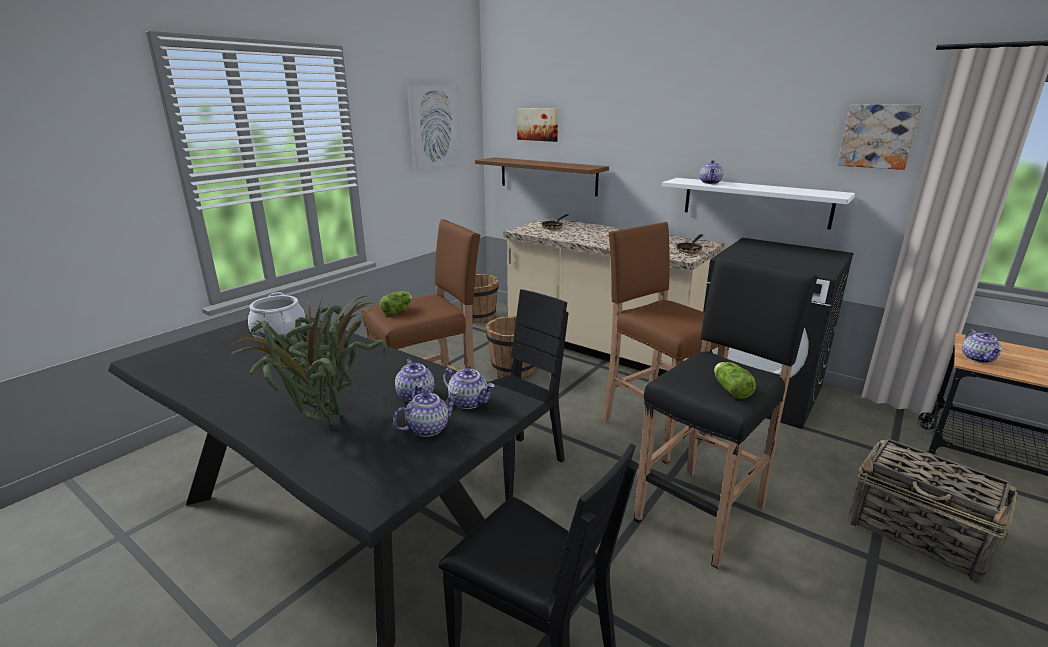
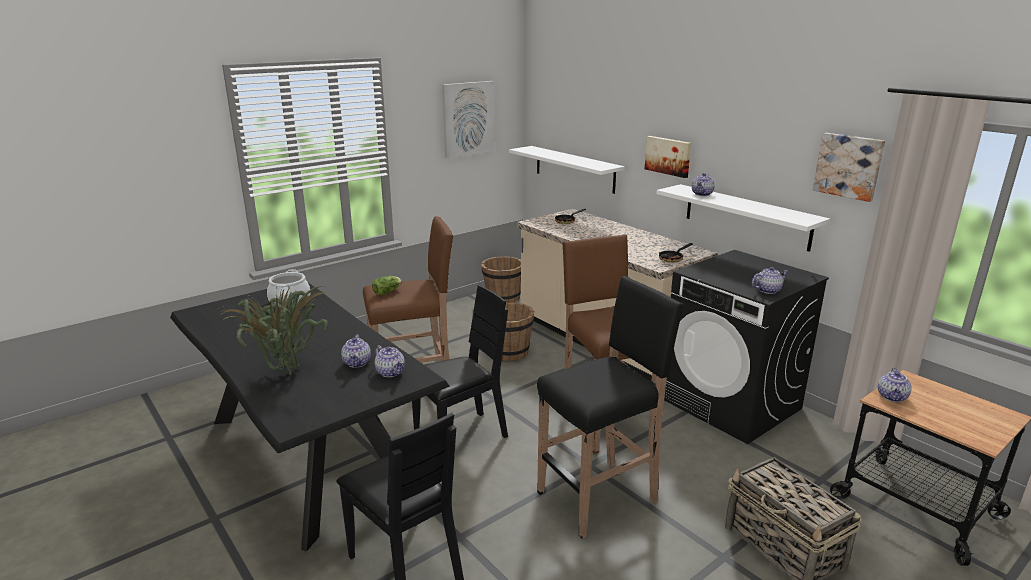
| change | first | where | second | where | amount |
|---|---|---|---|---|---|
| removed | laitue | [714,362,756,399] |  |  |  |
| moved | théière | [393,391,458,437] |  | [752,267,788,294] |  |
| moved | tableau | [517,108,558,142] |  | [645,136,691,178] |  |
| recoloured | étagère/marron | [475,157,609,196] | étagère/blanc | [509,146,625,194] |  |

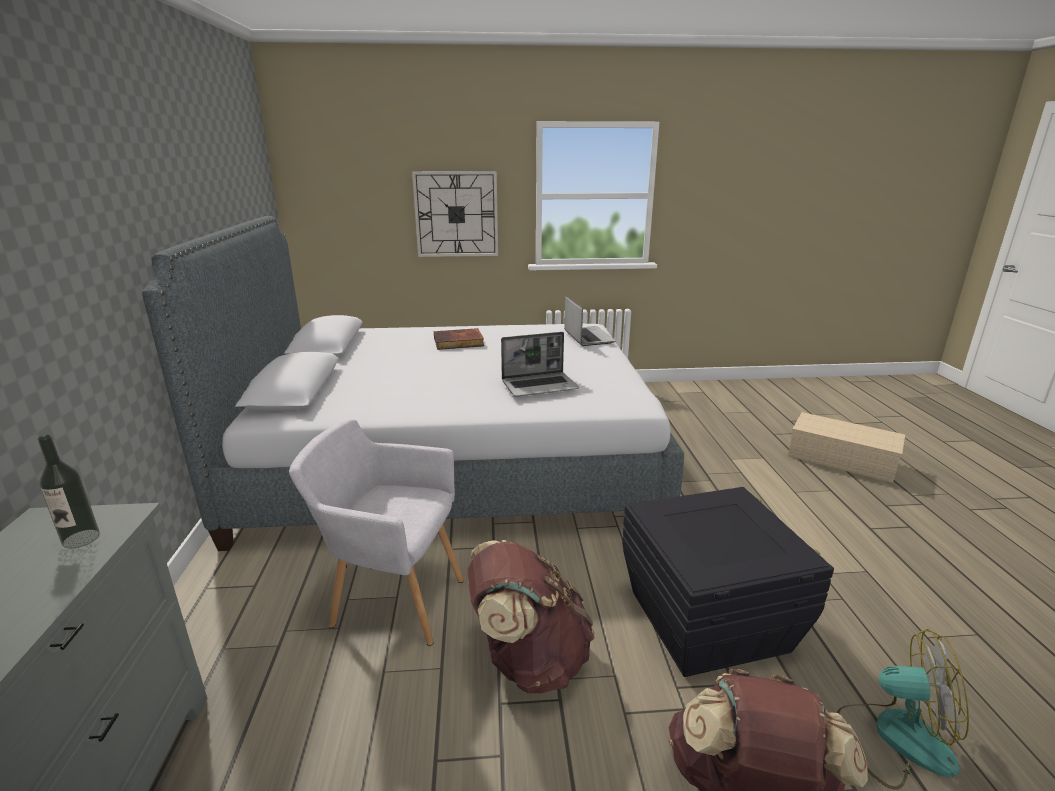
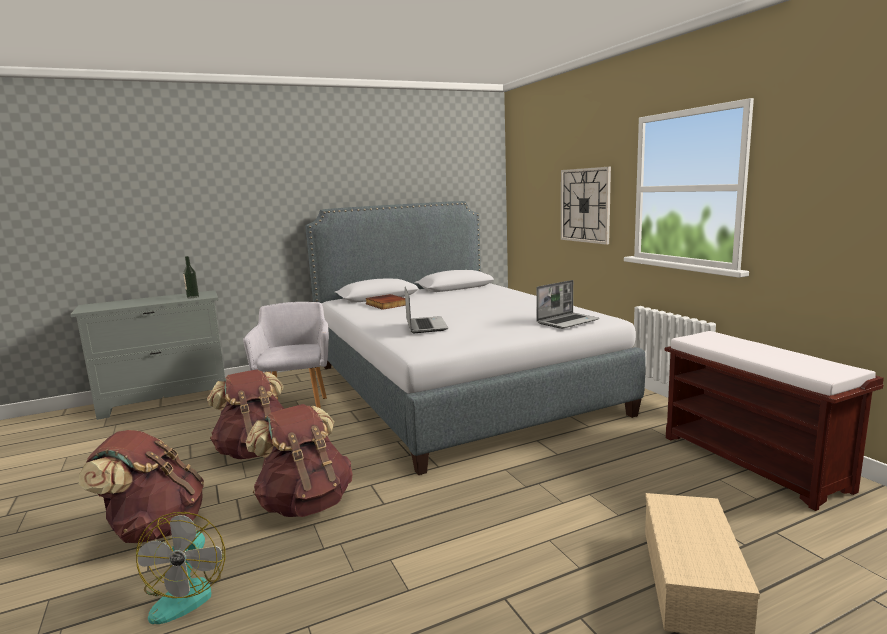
| change | first | where | second | where | amount |
|---|---|---|---|---|---|
| added |  |  | banc/marron | [665,331,884,511] |  |
| moved | livre | [434,328,484,350] |  | [365,294,406,310] |  |
| replaced | boîte de rangement/noir | [622,487,834,677] | sac à dos/marron | [245,404,353,517] |  |
| turned | ordinateur portable | [501,332,579,396] |  | [405,287,448,333] | 150 degrees counterclockwise |

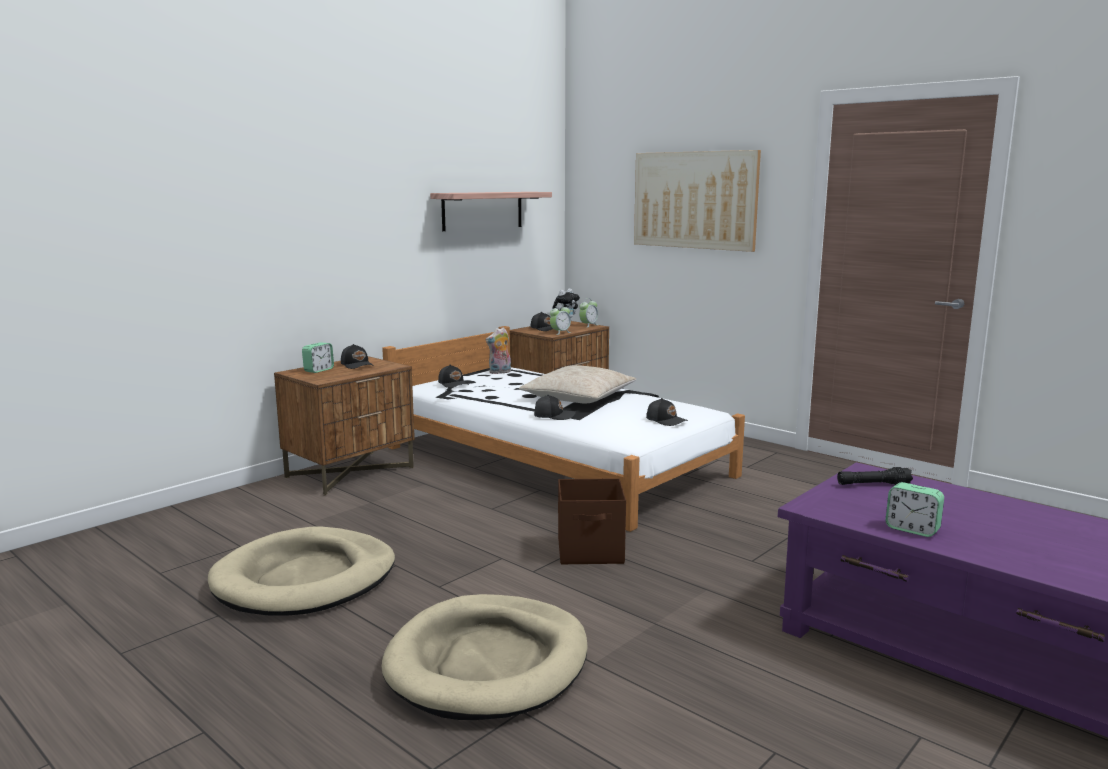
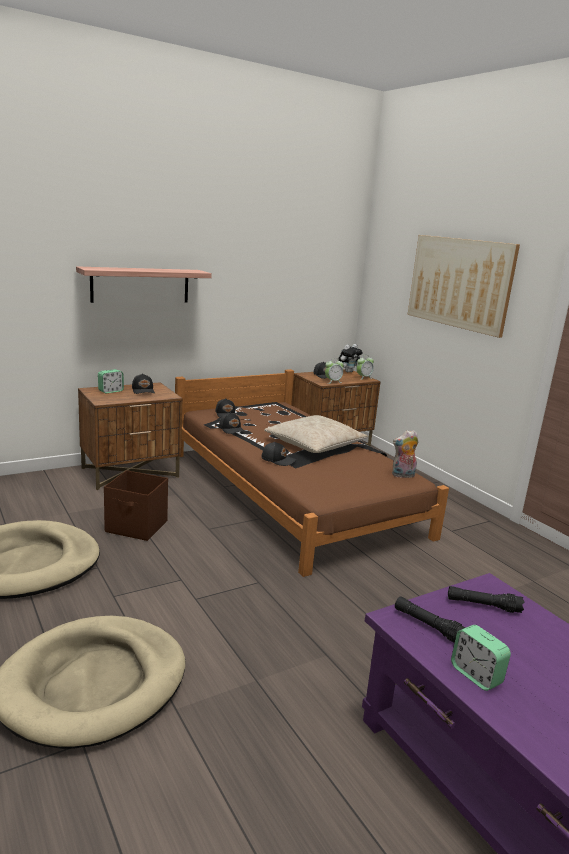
| change | first | where | second | where | amount |
|---|---|---|---|---|---|
| added |  |  | lampe de poche/noir | [395,596,465,643] |  |
| moved | étagère | [430,192,552,231] |  | [76,266,212,303] |  |
| moved | peluche | [486,328,511,374] |  | [392,430,418,478] |  |
| moved | boîte de rangement/marron | [558,478,626,564] |  | [104,470,168,541] |  |
| moved | casquette/noir | [646,398,688,426] |  | [219,412,245,434] |  |
| recoloured | lit/blanc | [382,326,745,532] | lit/marron | [175,369,449,577] |  |

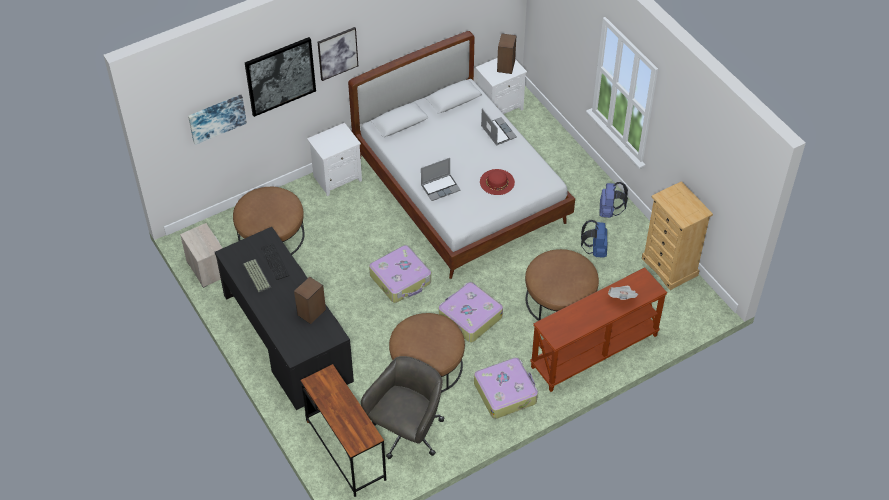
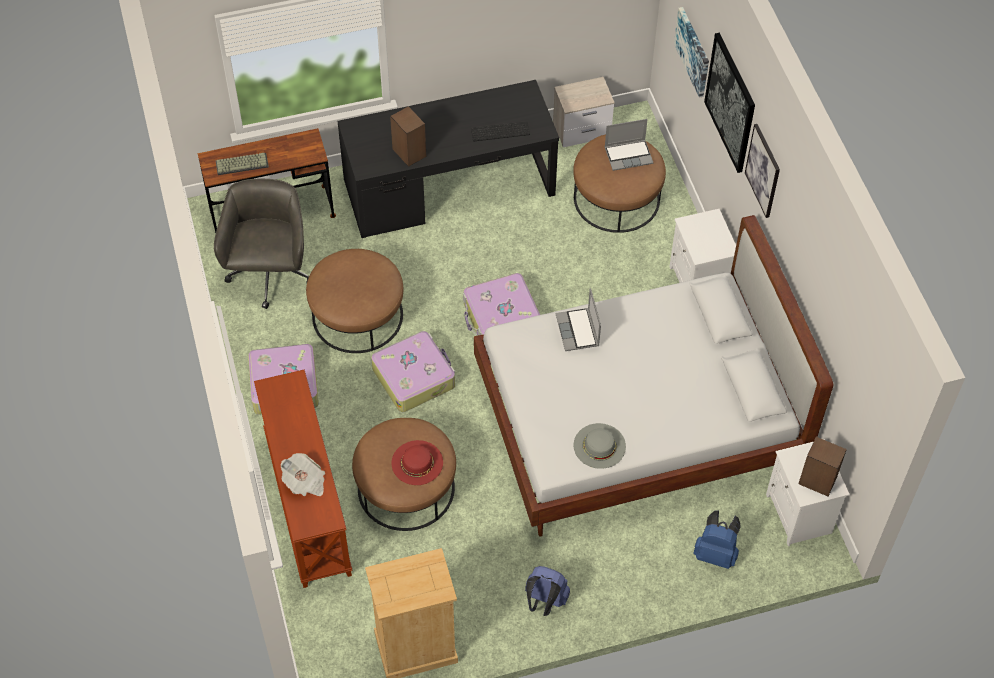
| change | first | where | second | where | amount |
|---|---|---|---|---|---|
| added |  |  | chapeau/gris | [574,423,626,469] |  |
| moved | clavier | [243,259,271,293] |  | [216,153,269,175] |  |
| moved | chapeau/rouge | [480,169,515,195] |  | [392,440,443,485] |  |
| moved | ordinateur portable | [481,109,517,146] |  | [605,119,653,171] |  |
| moved | sac à dos/bleu | [581,220,607,258] |  | [694,510,741,569] |  |
| turned | chaise de bureau/gris | [361,356,444,459] |  | [214,179,309,309] | 135 degrees counterclockwise |

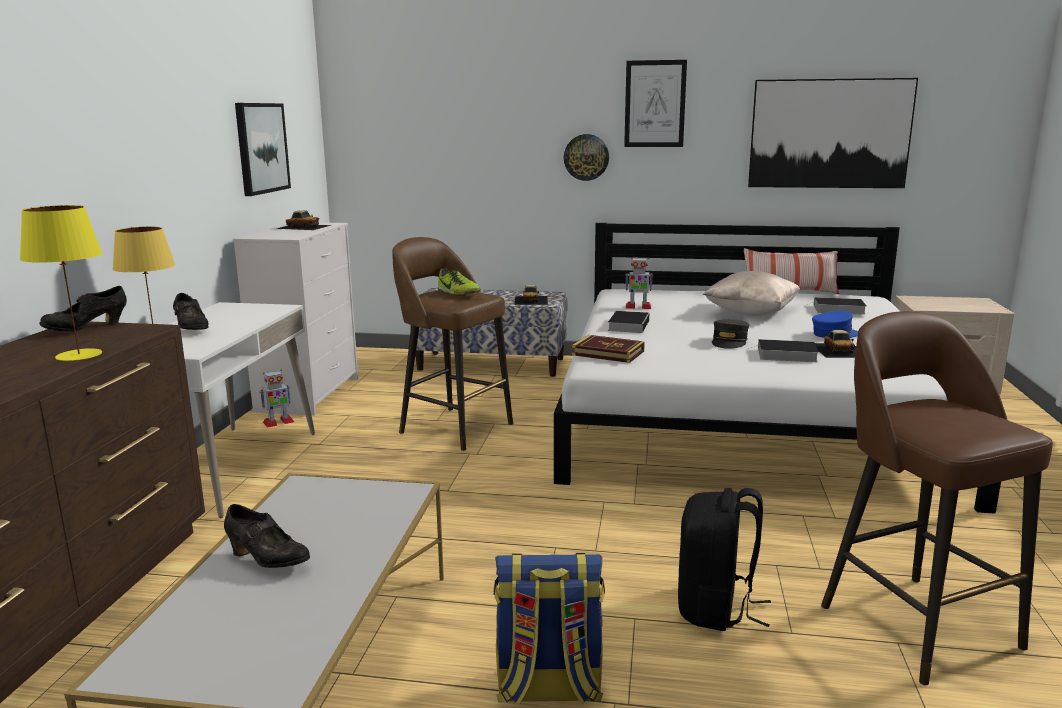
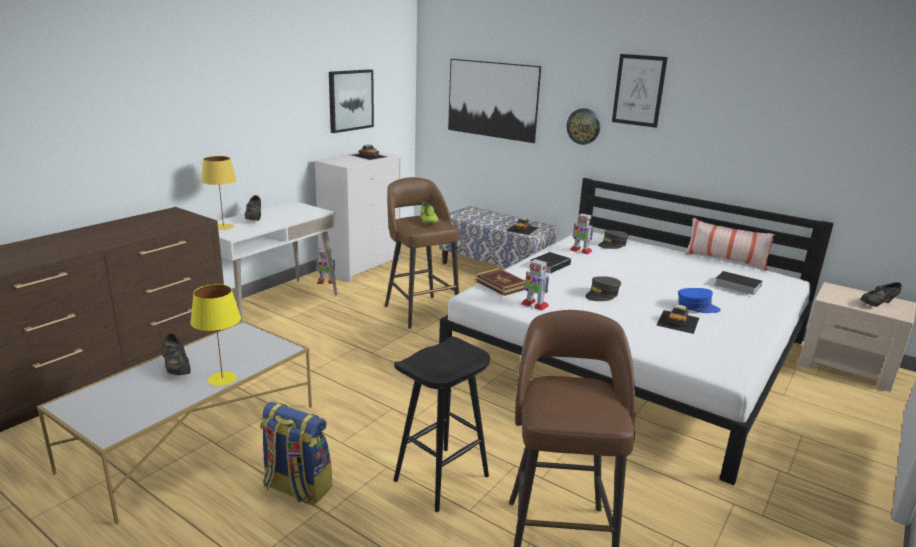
| change | first | where | second | where | amount |
|---|---|---|---|---|---|
| removed | coussin/beige | [703,271,800,316] |  |  |  |
| removed | livre | [747,339,819,362] |  |  |  |
| added |  |  | robot jouet | [521,258,549,311] |  |
| added |  |  | casquette/gris | [598,230,629,249] |  |
| moved | lampe de table/jaune | [20,205,102,361] |  | [190,284,241,386] |  |
| moved | chaussure/noir | [40,286,127,332] |  | [860,282,902,307] |  |
| moved | tableau | [748,78,918,188] |  | [448,59,541,143] |  |
| replaced | sac à dos/noir | [678,488,771,631] | tabouret/noir | [394,336,490,512] |  |

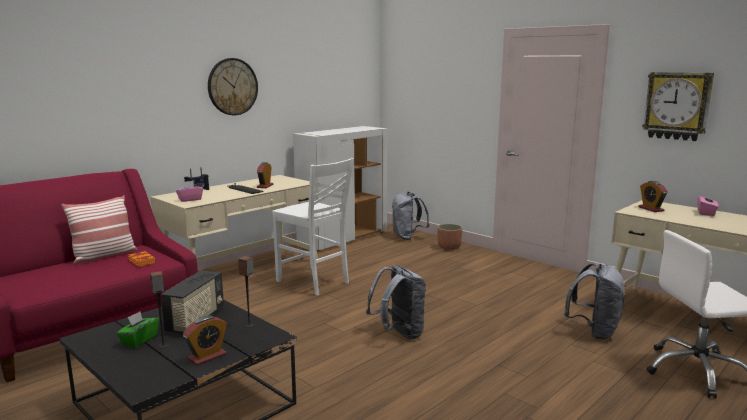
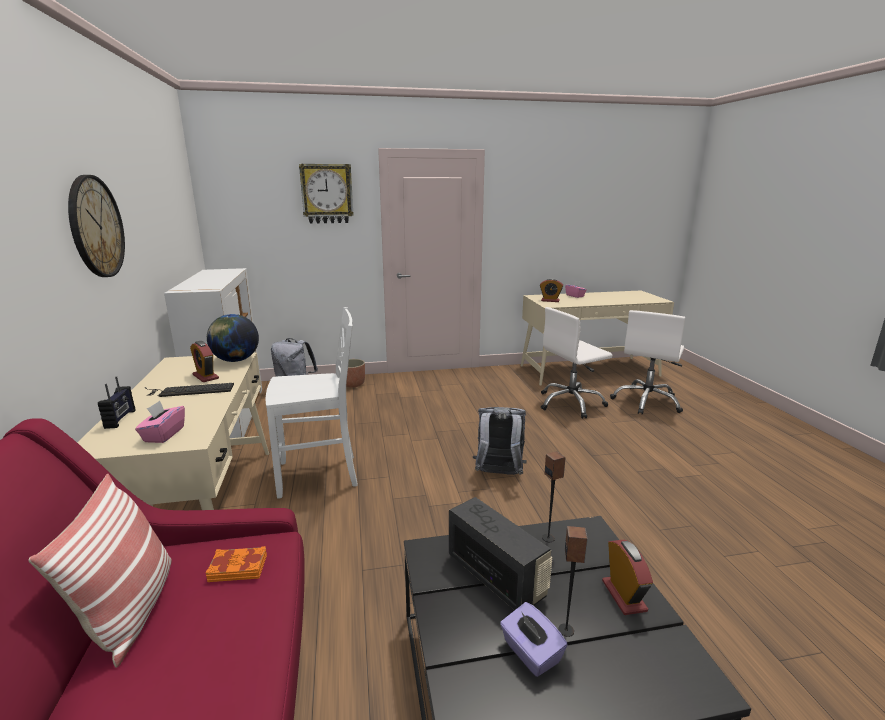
| change | first | where | second | where | amount |
|---|---|---|---|---|---|
| added |  |  | globe | [207,314,259,362] |  |
| moved | horloge murale | [642,72,714,141] |  | [299,164,354,224] |  |
| replaced | sac à dos/gris | [564,263,626,340] | chaise de bureau/blanc | [541,307,613,418] |  |
| recoloured | boîte à mouchoirs/vert | [116,311,159,348] | boîte à mouchoirs/violet | [500,602,568,677] |  |

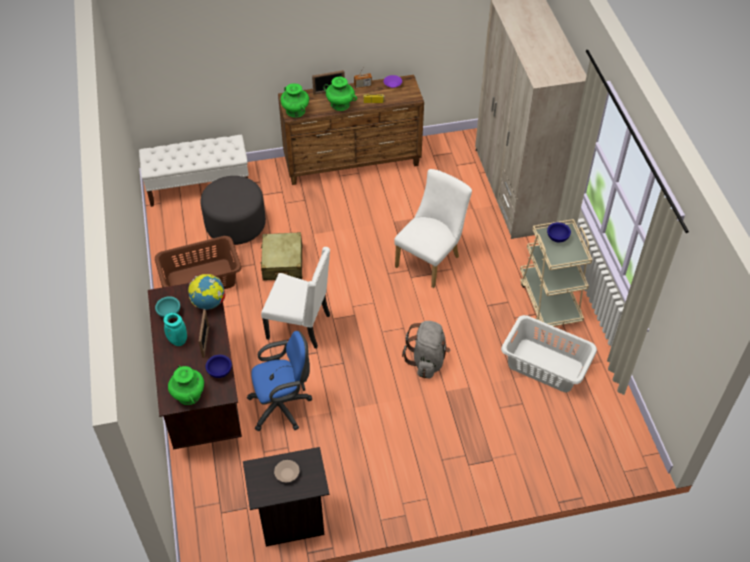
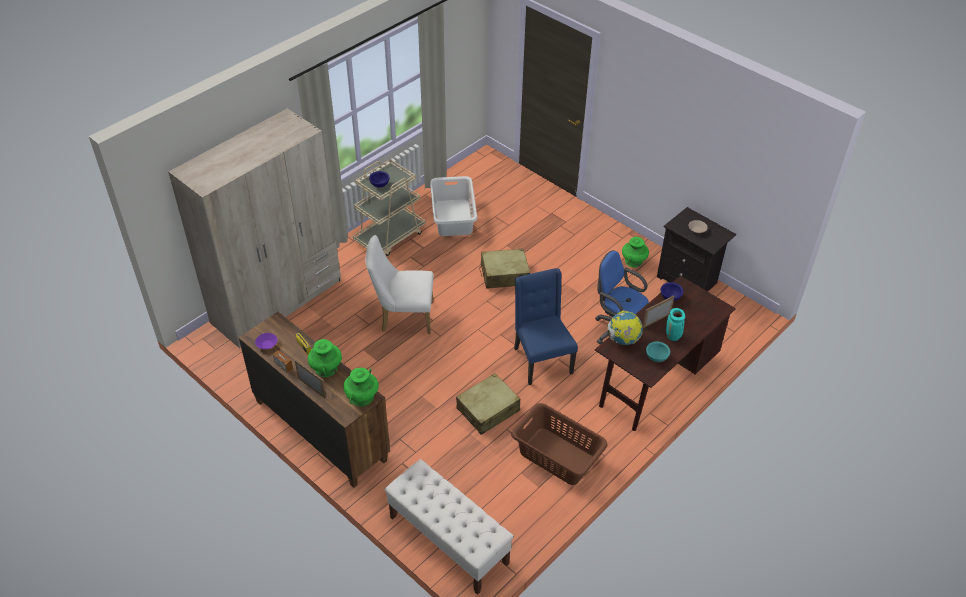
| change | first | where | second | where | amount |
|---|---|---|---|---|---|
| removed | pouf/gris | [200,176,266,245] |  |  |  |
| moved | vase/vert | [168,366,204,405] |  | [622,237,649,268] |  |
| replaced | sac à dos/gris | [402,321,451,378] | valise/beige | [479,249,530,289] |  |
| recoloured | chaise/blanc | [261,247,330,349] | chaise/bleu | [514,268,578,385] |  |

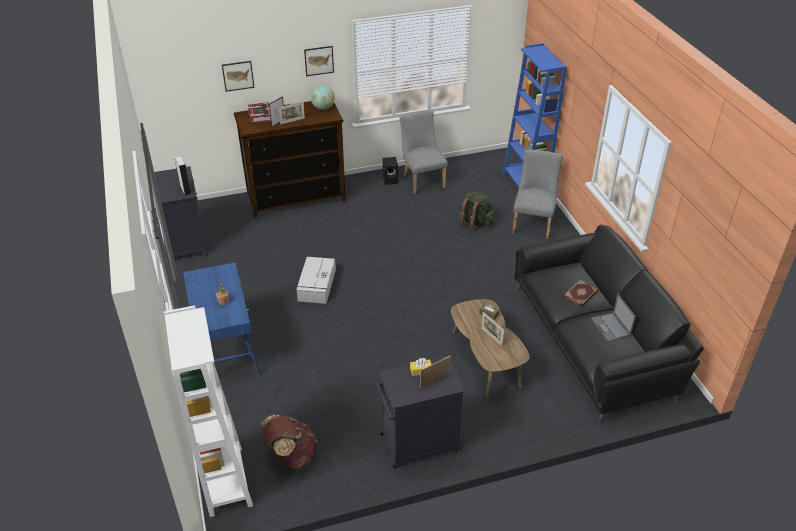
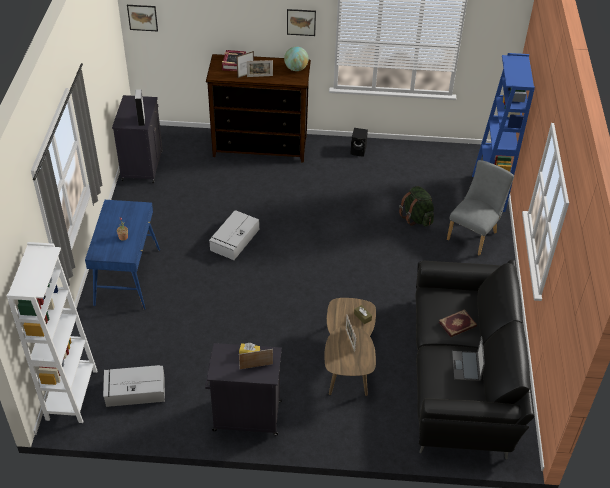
| change | first | where | second | where | amount |
|---|---|---|---|---|---|
| removed | chaise/gris | [400,110,448,195] |  |  |  |
| moved | tableau | [222,61,255,92] |  | [127,5,158,32] |  |
| replaced | sac à dos/marron | [261,414,317,469] | boîte de rangement/gris | [103,365,165,407] |  |

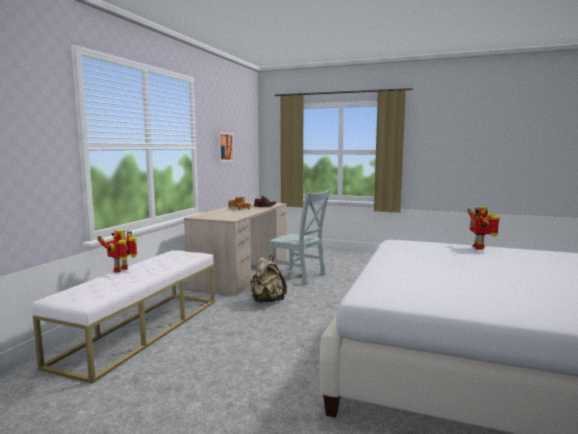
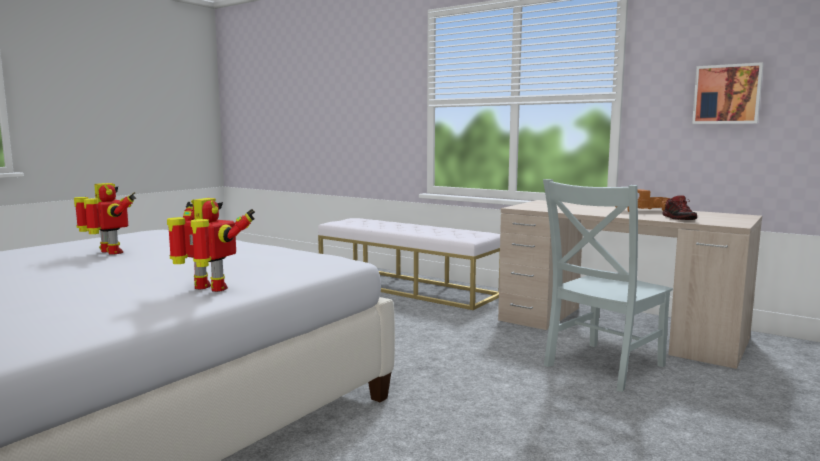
| change | first | where | second | where | amount |
|---|---|---|---|---|---|
| removed | sac à dos/beige | [250,255,287,303] |  |  |  |
| moved | robot jouet | [97,230,137,272] |  | [74,183,136,255] |  |

